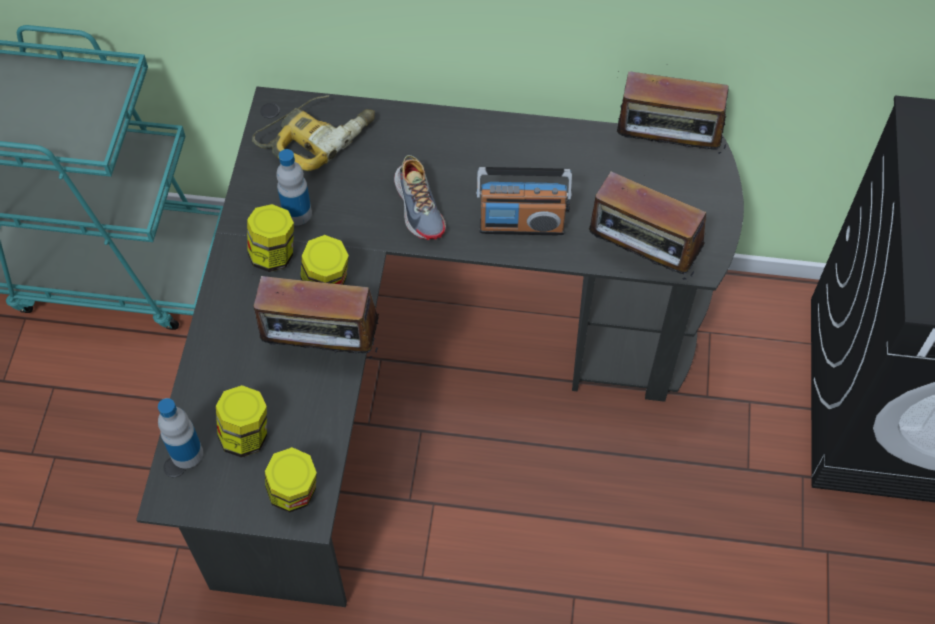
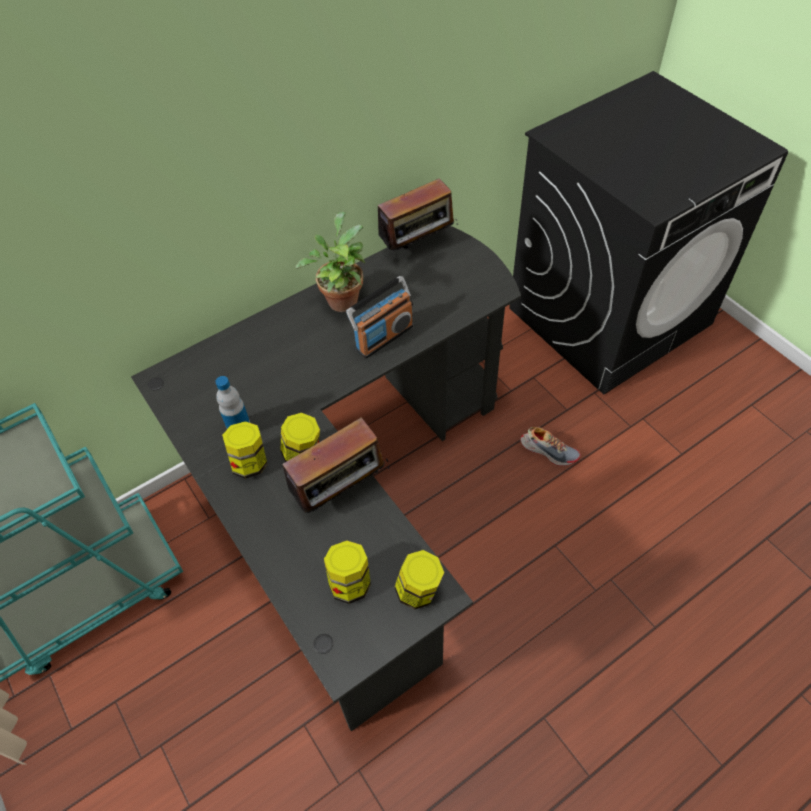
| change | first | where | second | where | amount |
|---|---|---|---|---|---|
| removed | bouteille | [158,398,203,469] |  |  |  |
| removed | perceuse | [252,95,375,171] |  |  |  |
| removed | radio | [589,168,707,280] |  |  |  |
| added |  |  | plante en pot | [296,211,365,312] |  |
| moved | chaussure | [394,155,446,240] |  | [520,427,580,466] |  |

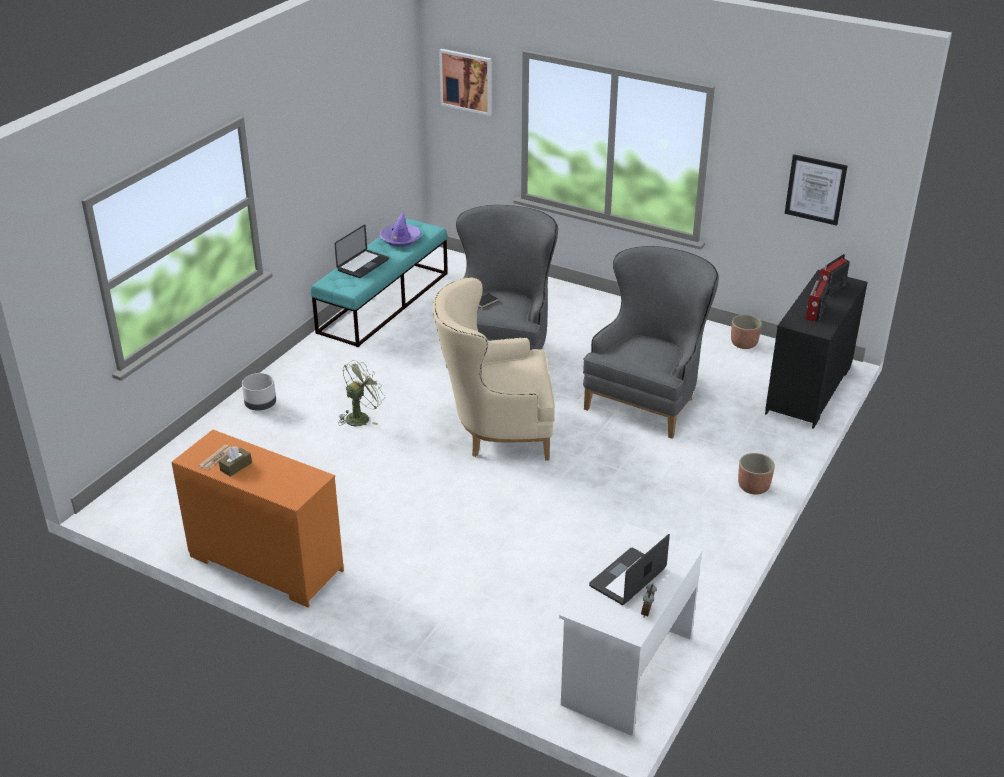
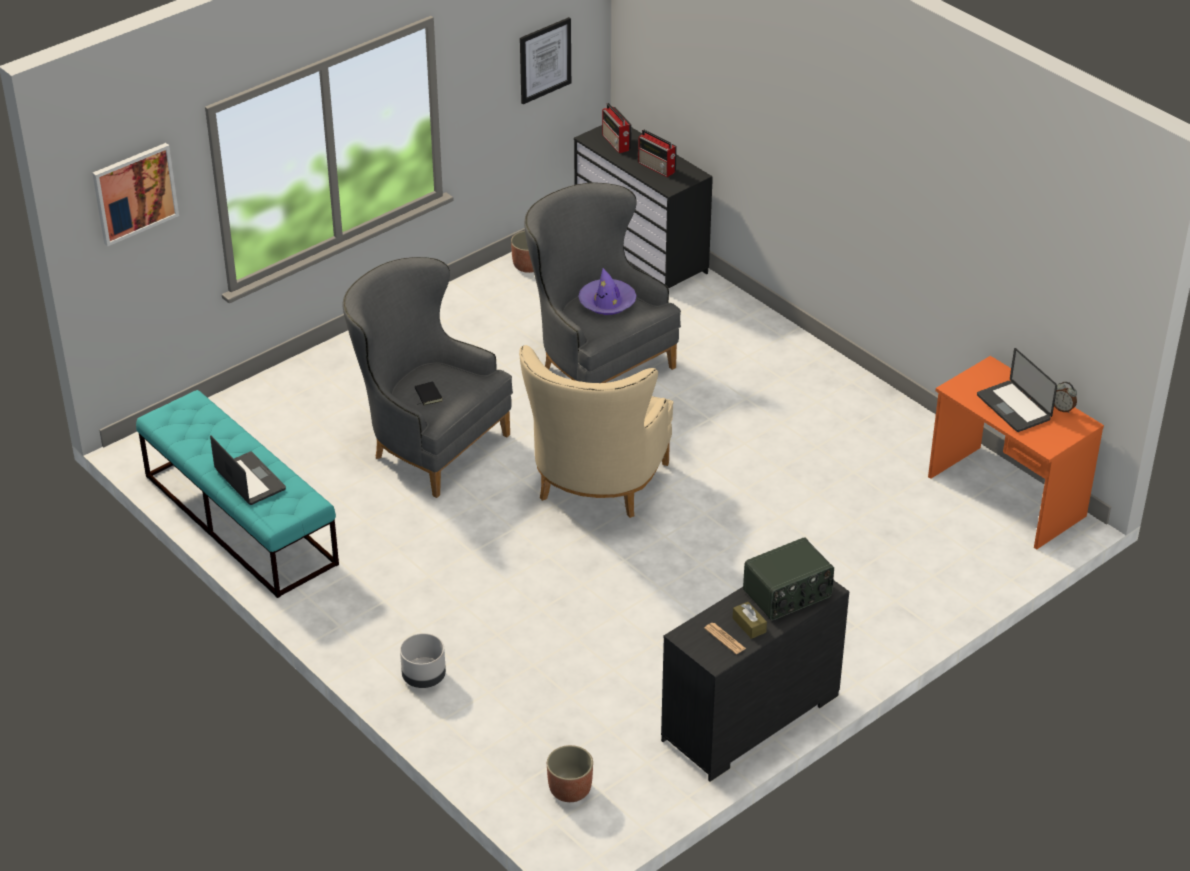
| change | first | where | second | where | amount |
|---|---|---|---|---|---|
| removed | ventilateur/vert | [338,360,385,426] |  |  |  |
| added |  |  | radio | [743,537,834,621] |  |
| moved | chapeau/violet | [380,213,422,247] |  | [578,268,637,315] |  |
| moved | cache-pot | [738,453,775,495] |  | [547,745,593,802] |  |
| recoloured | commode/orange | [171,430,344,608] | commode/noir | [661,580,849,782] |  |
| recoloured | bureau/blanc | [559,523,703,736] | bureau/orange | [928,356,1104,549] |  |

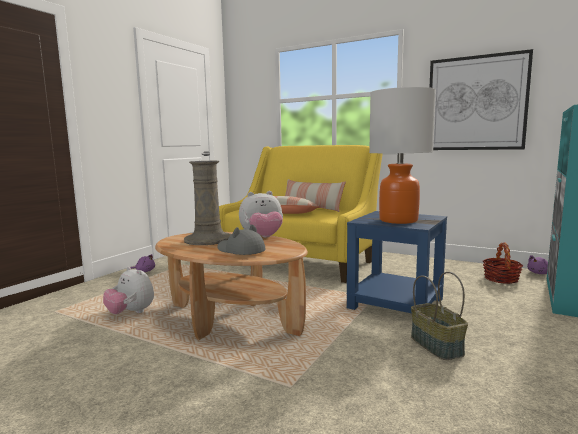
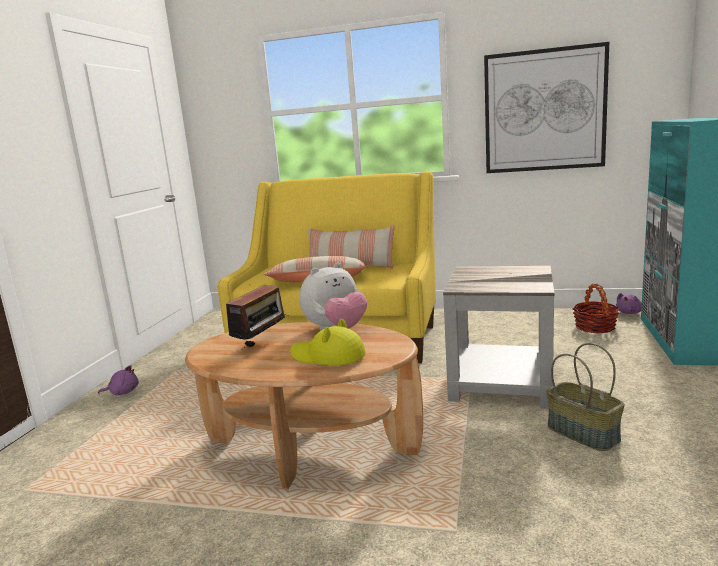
| change | first | where | second | where | amount |
|---|---|---|---|---|---|
| removed | peluche | [103,267,154,314] |  |  |  |
| removed | lampe de table | [369,87,436,224] |  |  |  |
| replaced | vase/beige | [184,161,232,245] | radio | [220,285,289,348] |  |
| recoloured | chapeau/gris | [217,225,266,255] | chapeau/jaune | [290,318,365,365] |  |
| recoloured | table d'appoint/bleu | [347,211,447,313] | table d'appoint/gris | [443,266,554,409] |  |

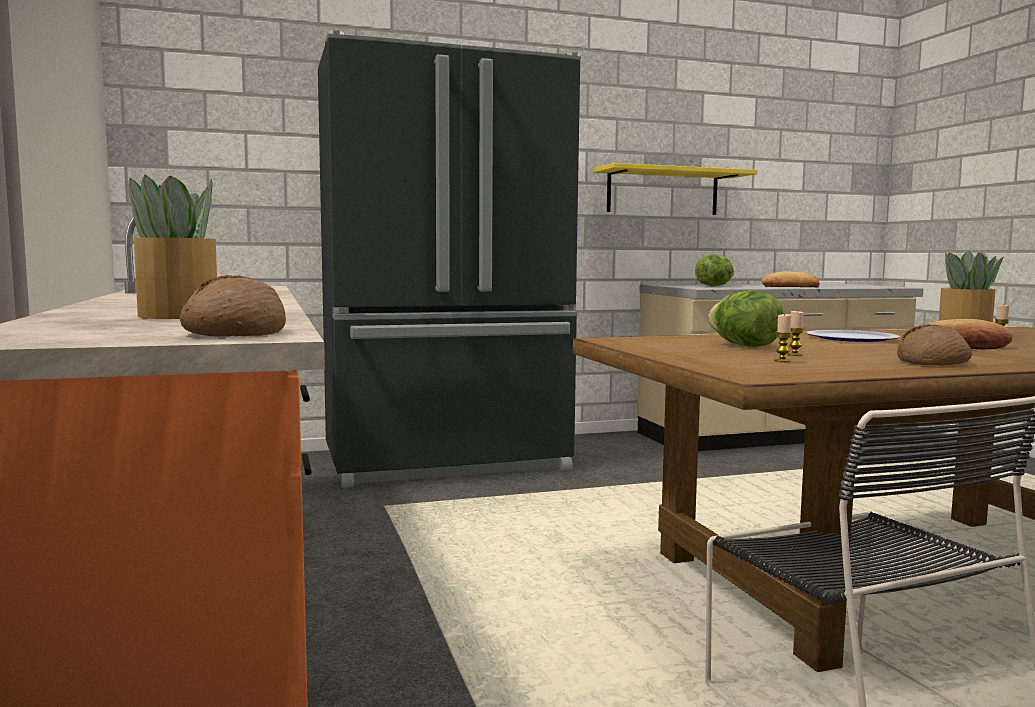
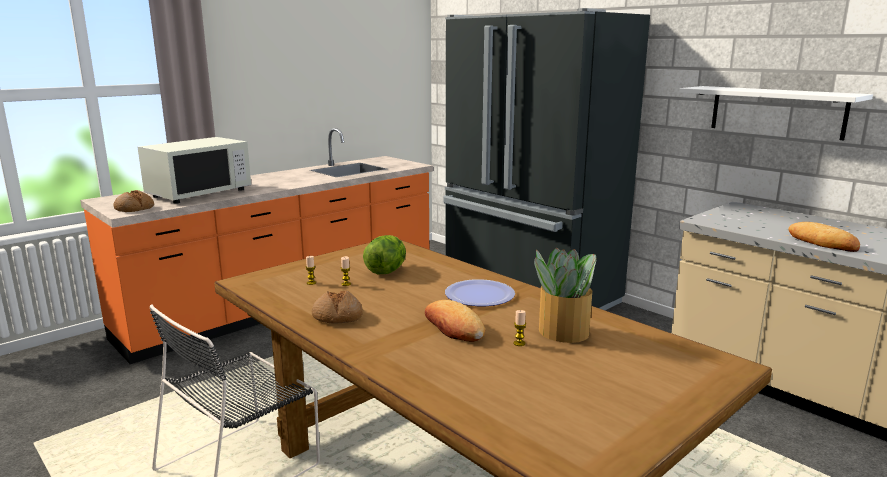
| change | first | where | second | where | amount |
|---|---|---|---|---|---|
| removed | laitue | [695,255,735,286] |  |  |  |
| replaced | plante en pot | [128,174,217,319] | micro-ondes/blanc | [138,137,251,204] |  |
| recoloured | étagère/jaune | [593,163,758,215] | étagère/blanc | [679,86,873,140] |  |

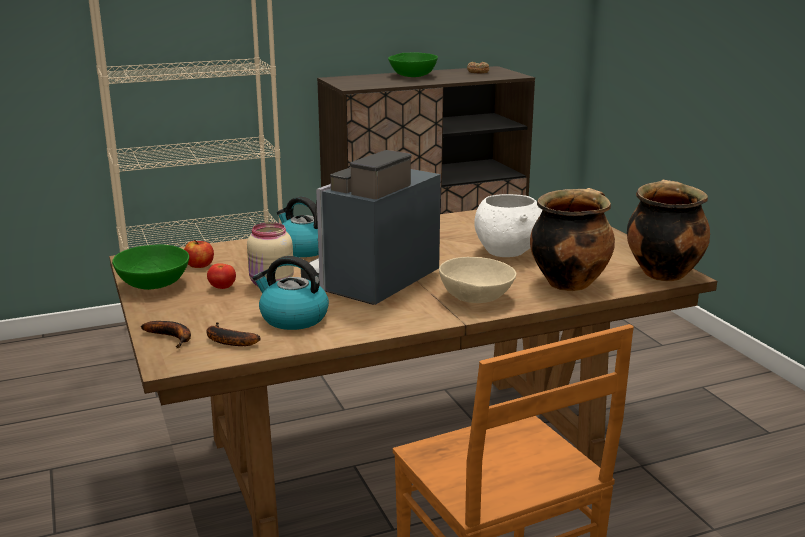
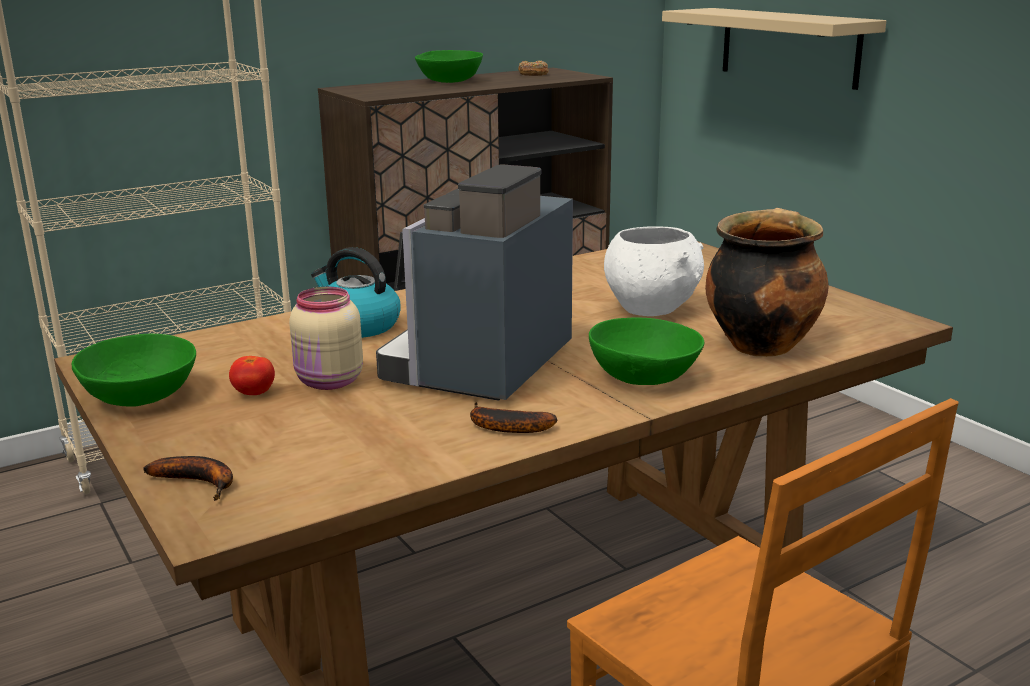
| change | first | where | second | where | amount |
|---|---|---|---|---|---|
| removed | pomme | [184,240,214,268] |  |  |  |
| removed | bouilloire | [253,256,329,330] |  |  |  |
| removed | marmite | [627,180,710,281] |  |  |  |
| added |  |  | étagère/beige | [662,8,886,90] |  |
| moved | banane | [206,322,261,346] |  | [470,402,557,433] |  |
| recoloured | bol/beige | [439,257,516,303] | bol/vert | [589,317,704,385] |  |

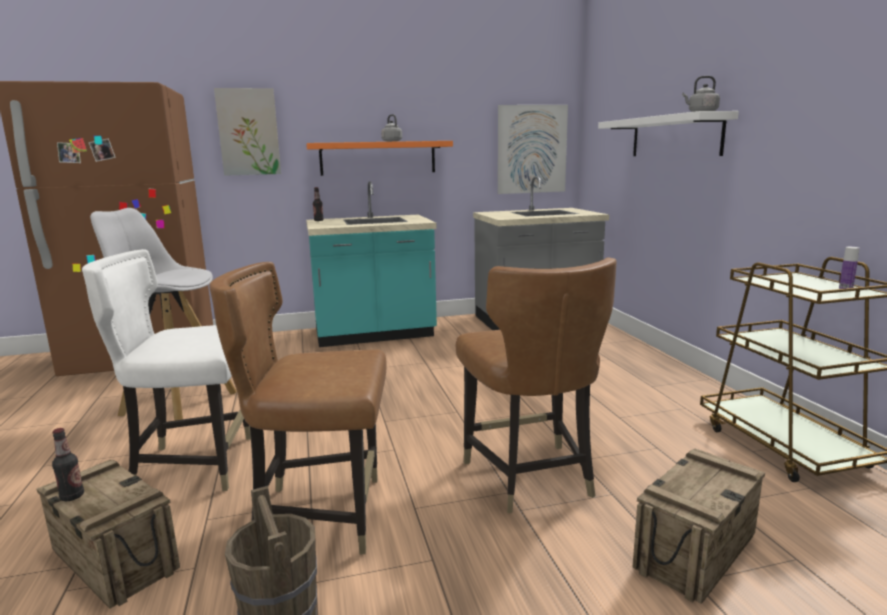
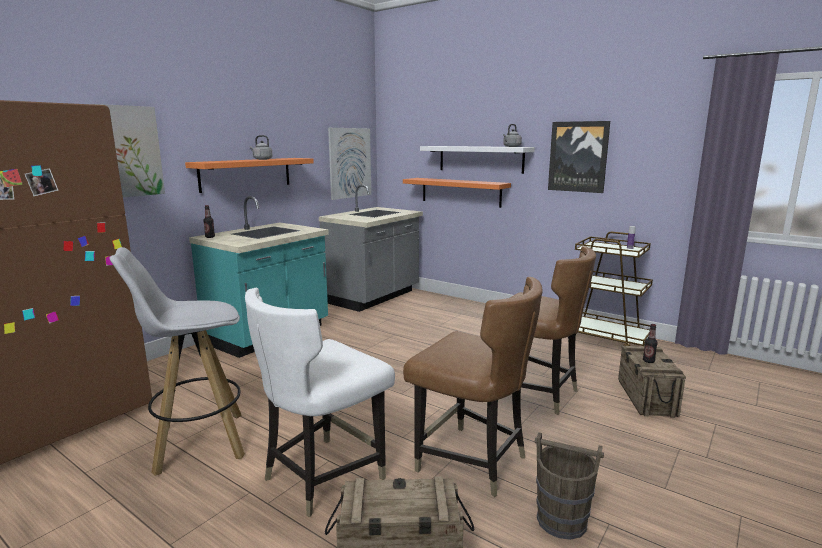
| change | first | where | second | where | amount |
|---|---|---|---|---|---|
| added |  |  | étagère/orange | [403,178,511,208] |  |
| added |  |  | tableau | [548,121,610,193] |  |
| moved | bouteille | [52,428,84,501] |  | [643,324,657,363] |  |
| turned | chaise/marron | [209,262,387,554] |  | [403,277,543,497] | 105 degrees counterclockwise |

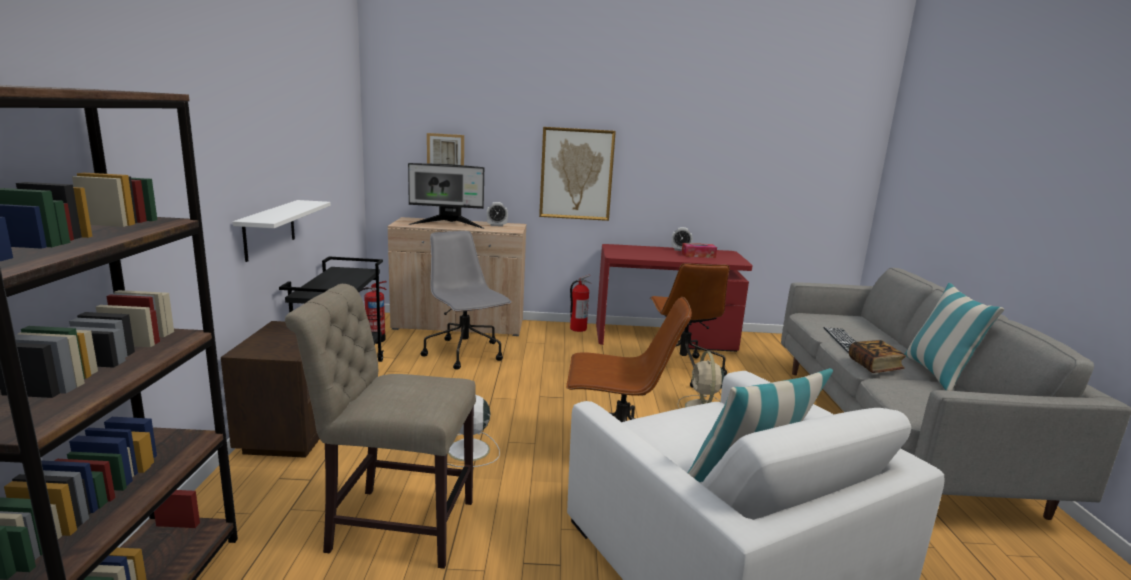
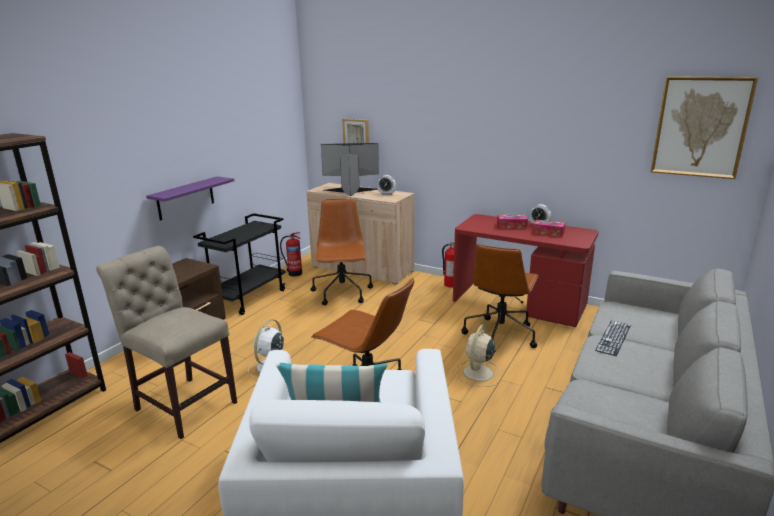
| change | first | where | second | where | amount |
|---|---|---|---|---|---|
| removed | livre | [849,340,906,373] |  |  |  |
| removed | coussin | [905,283,1004,391] |  |  |  |
| added |  |  | boîte à mouchoirs | [497,215,528,229] |  |
| moved | tableau | [539,127,616,221] |  | [651,76,758,179] |  |
| recoloured | étagère/blanc | [233,200,331,262] | étagère/violet | [146,176,234,221] |  |
| recoloured | chaise de bureau/gris | [421,231,512,370] | chaise de bureau/marron | [311,199,373,305] |  |
| turned | écran d'ordinateur | [408,163,485,229] |  | [321,143,379,196] | 150 degrees clockwise |

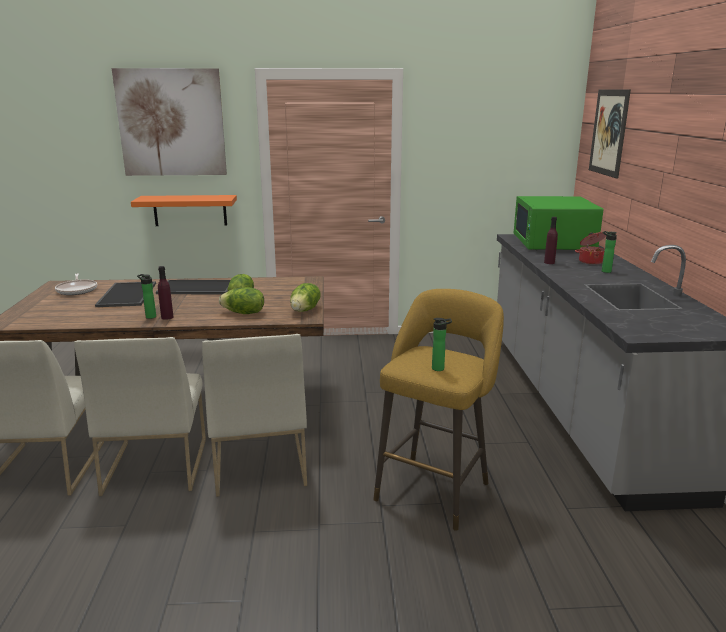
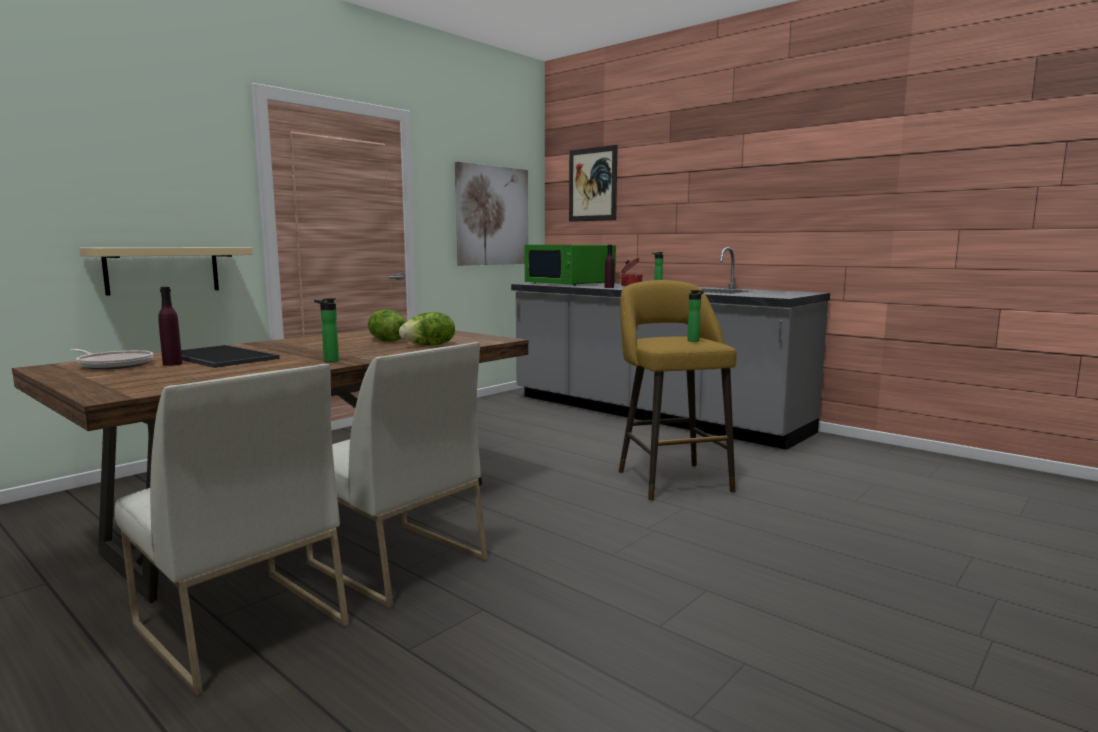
| change | first | where | second | where | amount |
|---|---|---|---|---|---|
| removed | plateau | [156,280,230,294] |  |  |  |
| removed | chaise/blanc | [202,334,307,497] |  |  |  |
| removed | laitue | [290,283,321,312] |  |  |  |
| moved | tableau | [112,68,227,176] |  | [455,162,528,266] |  |
| moved | bouteille/violet | [158,266,173,320] |  | [158,287,183,366] |  |
| recoloured | étagère/orange | [131,195,237,226] | étagère/beige | [79,247,253,296] |  |

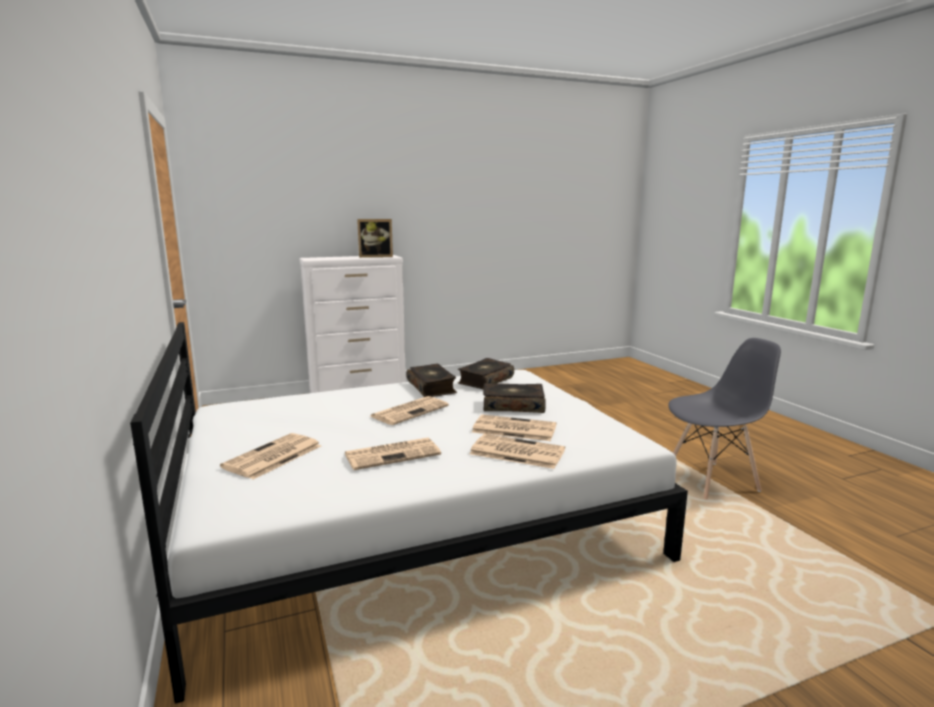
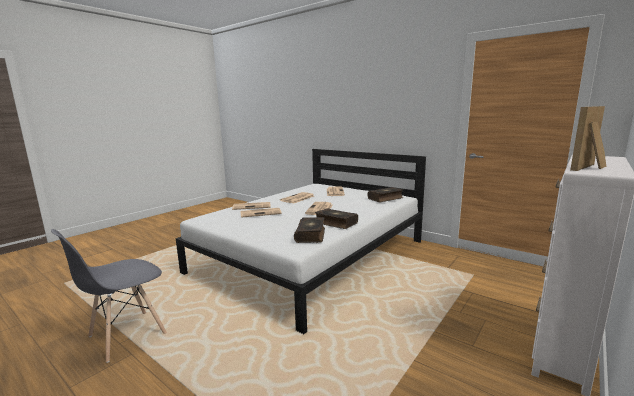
| change | first | where | second | where | amount |
|---|---|---|---|---|---|
| moved | livre | [483,383,546,413] |  | [368,187,403,202] |  |

